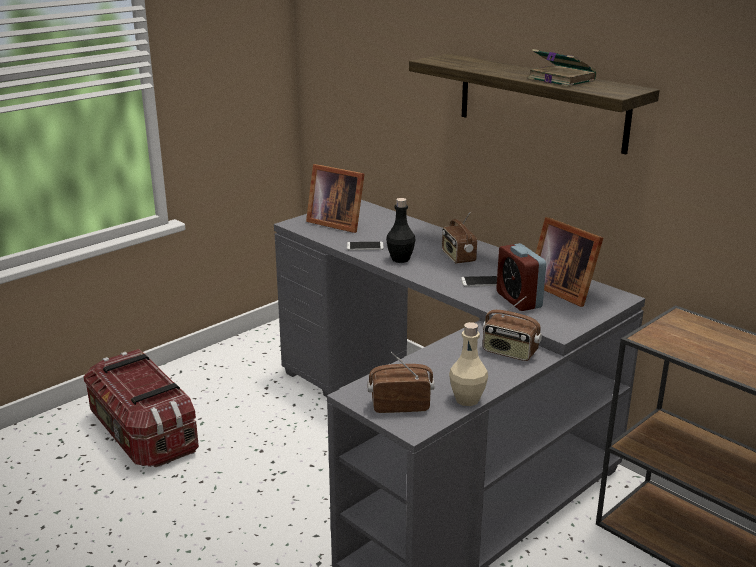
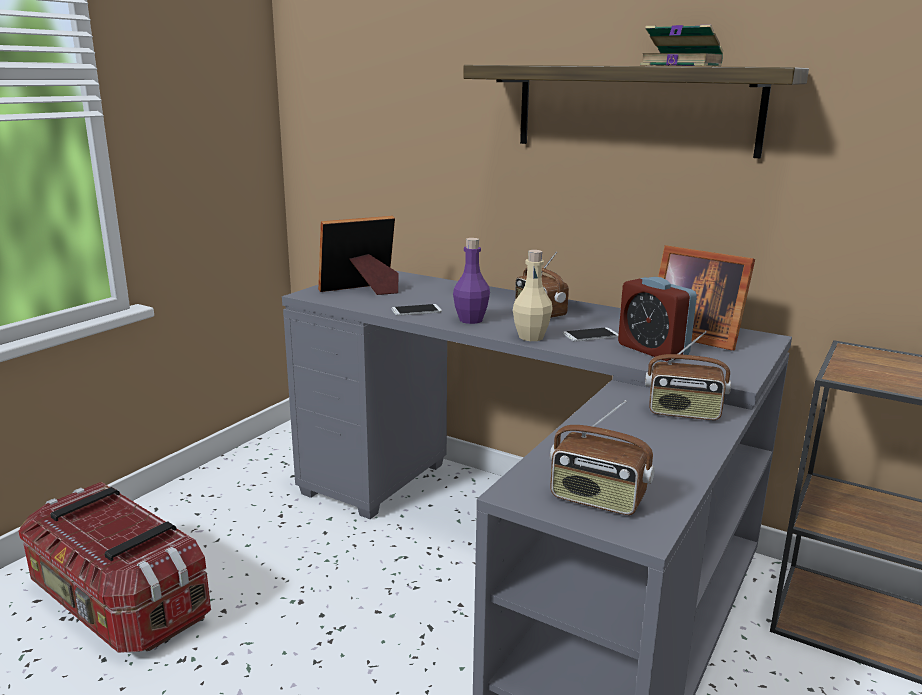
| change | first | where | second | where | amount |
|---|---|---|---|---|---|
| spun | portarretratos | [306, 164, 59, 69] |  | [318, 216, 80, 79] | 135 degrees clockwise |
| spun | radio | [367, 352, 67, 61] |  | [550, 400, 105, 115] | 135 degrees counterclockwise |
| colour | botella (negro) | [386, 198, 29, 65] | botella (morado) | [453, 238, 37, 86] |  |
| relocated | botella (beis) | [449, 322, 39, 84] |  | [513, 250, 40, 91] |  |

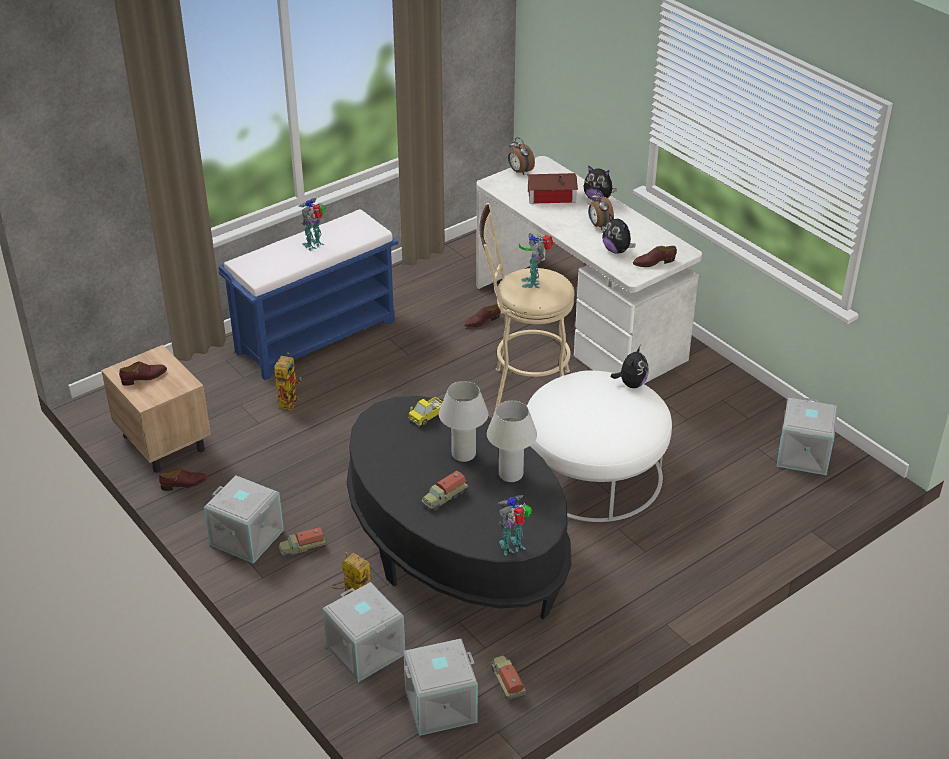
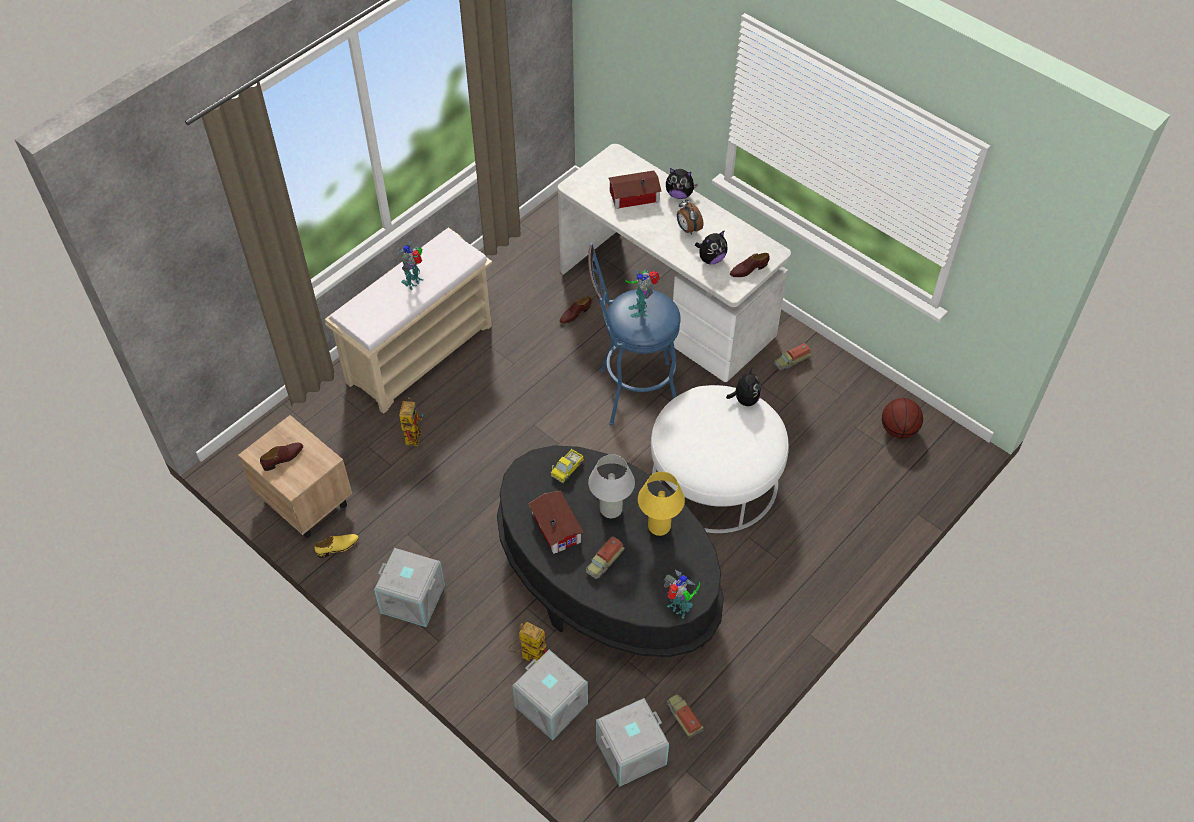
| change | first | where | second | where | amount |
|---|---|---|---|---|---|
| colour | zapato (marrón) | [159, 468, 49, 23] | zapato (amarillo) | [315, 534, 44, 24] |  |
| colour | banco (azul) | [219, 209, 179, 171] | banco (beis) | [325, 227, 167, 187] |  |
| relocated | camión de juguete | [279, 527, 48, 31] |  | [774, 343, 37, 28] |  |
| colour | taburete (beis) | [480, 203, 95, 210] | taburete (azul) | [588, 243, 93, 182] |  |
| colour | lámpara de mesa (blanco) | [487, 401, 50, 81] | lámpara de mesa (amarillo) | [638, 472, 47, 64] |  |
| spun | robot de juguete | [498, 495, 34, 61] |  | [664, 570, 36, 49] | 75 degrees clockwise |
| missing | despertador | [508, 137, 27, 38] |  |  |  |
| spun | peluche | [602, 213, 34, 40] |  | [695, 230, 32, 34] | 75 degrees counterclockwise |
| exchanged | caja de almacenaje (gris) | [776, 398, 62, 77] | balón de baloncesto | [882, 398, 41, 41] |  |
| appeared |  |  | casita | [529, 491, 55, 63] |  |

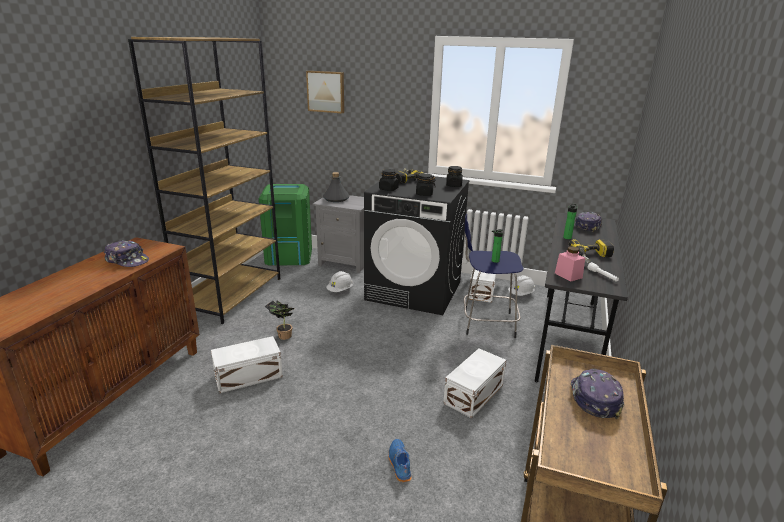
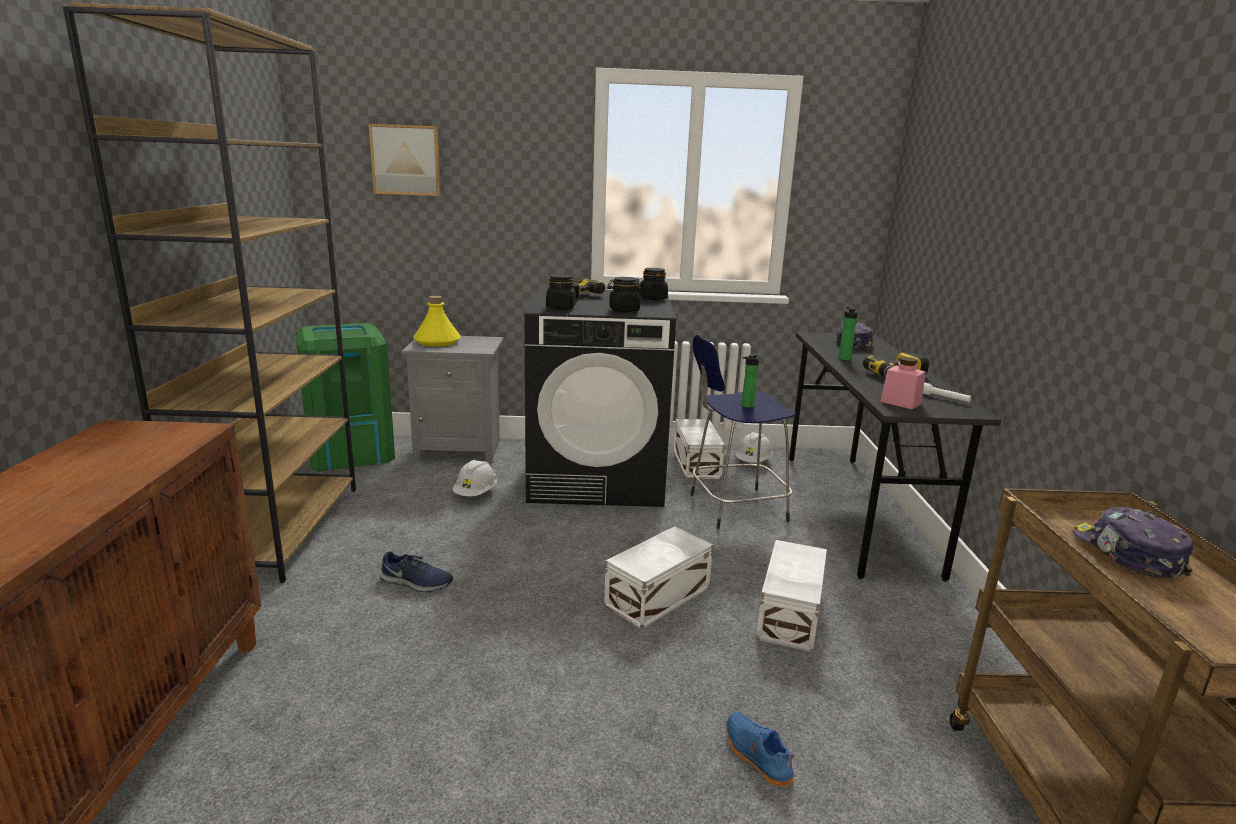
| change | first | where | second | where | amount |
|---|---|---|---|---|---|
| missing | gorra | [104, 240, 45, 27] |  |  |  |
| relocated | caja de almacenaje (blanco) | [211, 336, 72, 57] |  | [604, 526, 109, 103] |  |
| exchanged | planta en maceta | [265, 300, 30, 40] | zapato (azul) | [379, 551, 74, 41] |  |
| colour | botella (gris) | [323, 172, 27, 30] | botella (amarillo) | [413, 296, 48, 50] |  |

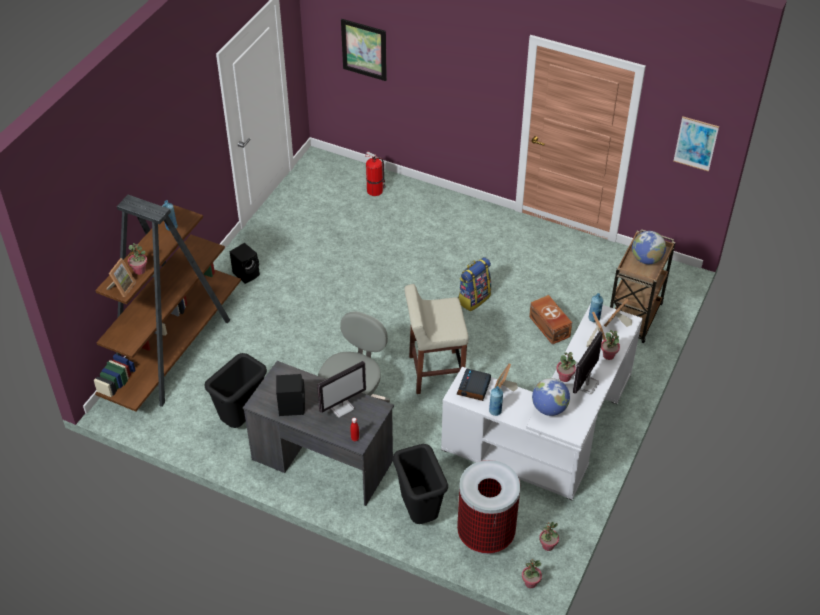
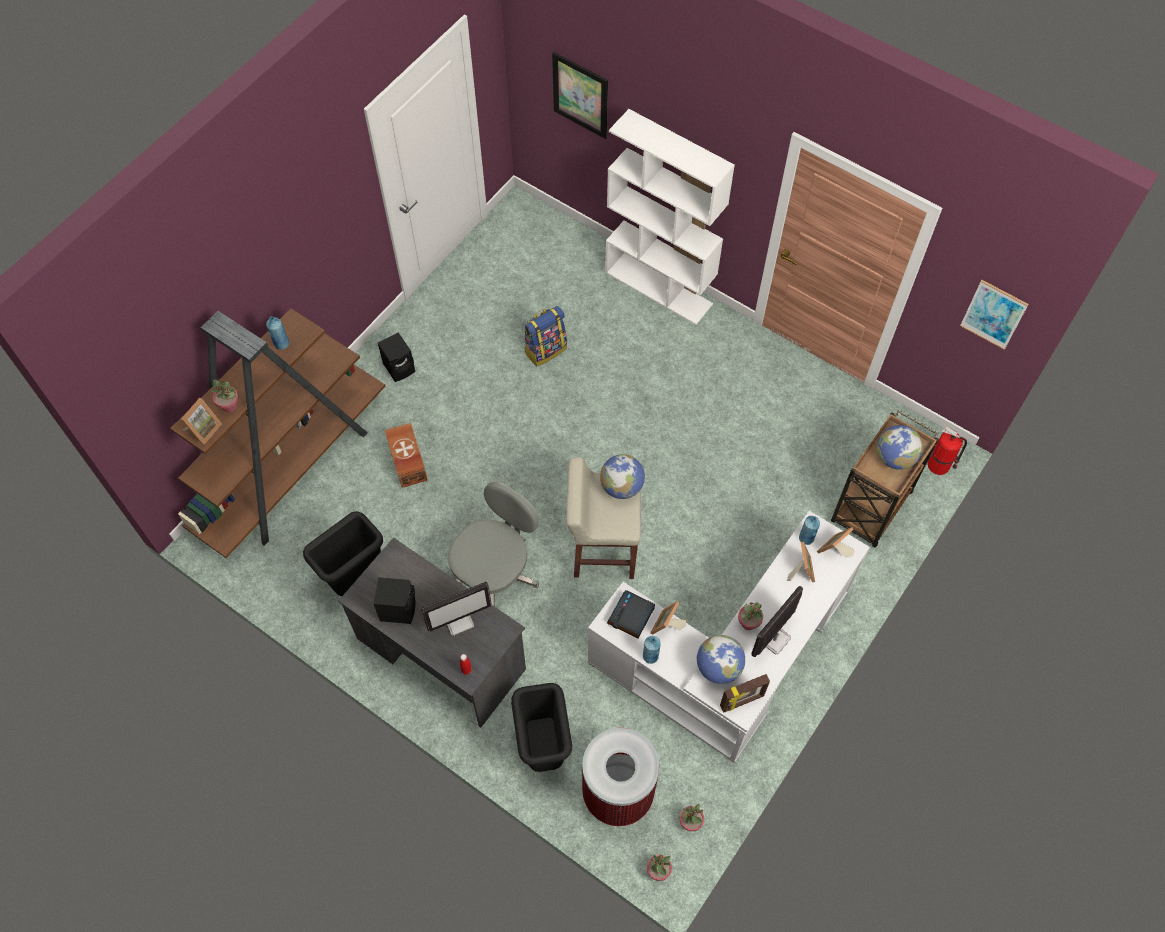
| change | first | where | second | where | amount |
|---|---|---|---|---|---|
| relocated | extintor | [365, 151, 21, 45] |  | [927, 426, 40, 49] |  |
| relocated | mochila | [458, 257, 33, 54] |  | [524, 306, 43, 60] |  |
| relocated | caja de almacenaje (marrón) | [529, 295, 43, 50] |  | [385, 423, 43, 65] |  |
| missing | planta en maceta | [601, 330, 19, 30] |  |  |  |
| appeared |  |  | globo terráqueo | [600, 454, 45, 45] |  |
| appeared |  |  | estantería (blanco) | [605, 109, 130, 216] |  |
| appeared |  |  | portarretratos | [720, 674, 50, 38] |  |

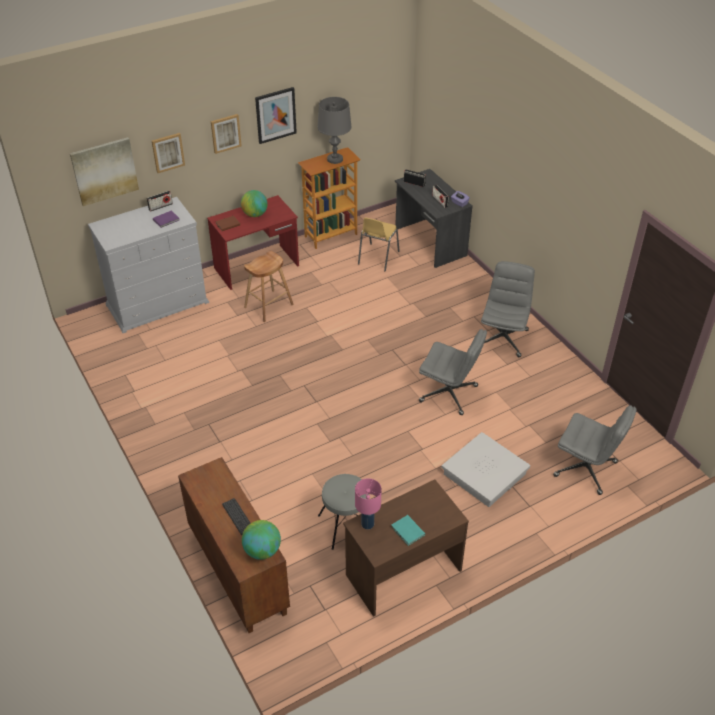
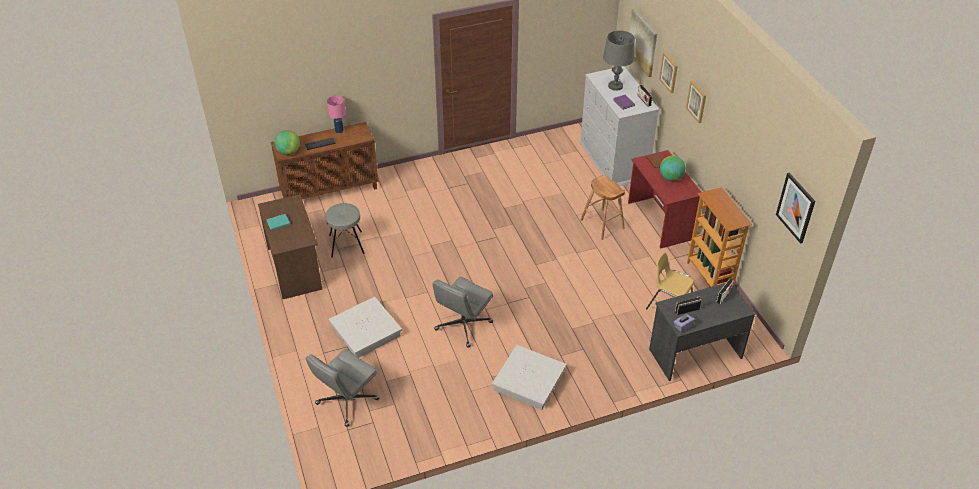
| change | first | where | second | where | amount |
|---|---|---|---|---|---|
| relocated | cuadro | [255, 87, 42, 57] |  | [776, 173, 39, 71] |  |
| relocated | lámpara de mesa (gris) | [317, 97, 35, 67] |  | [603, 30, 32, 61] |  |
| relocated | lámpara de mesa (rosa) | [355, 478, 27, 51] |  | [327, 96, 19, 37] |  |
| exchanged | silla de oficina (gris) | [481, 261, 54, 96] | caja de almacenaje (blanco) | [492, 345, 75, 65] |  |

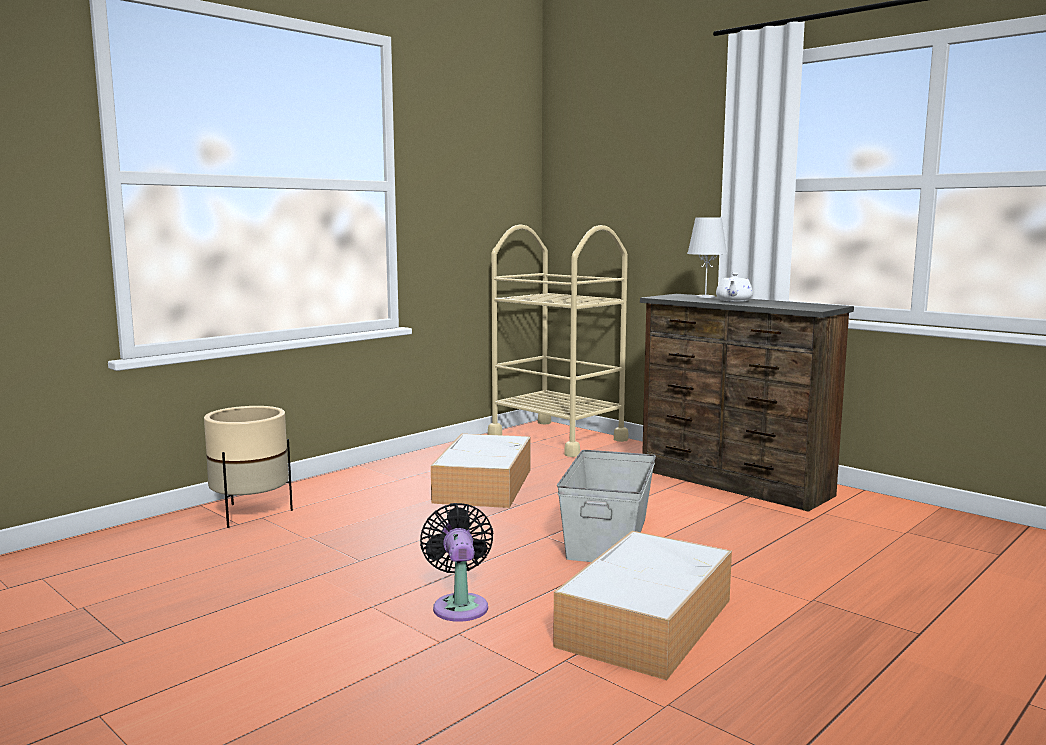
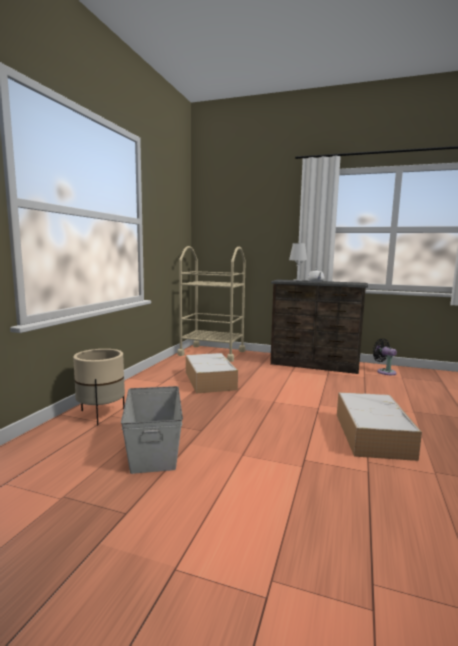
| change | first | where | second | where | amount |
|---|---|---|---|---|---|
| relocated | ventilador (negro) | [420, 503, 74, 119] |  | [373, 339, 24, 36] |  |
| relocated | caja de almacenaje (gris) | [557, 450, 99, 112] |  | [121, 386, 62, 88] |  |

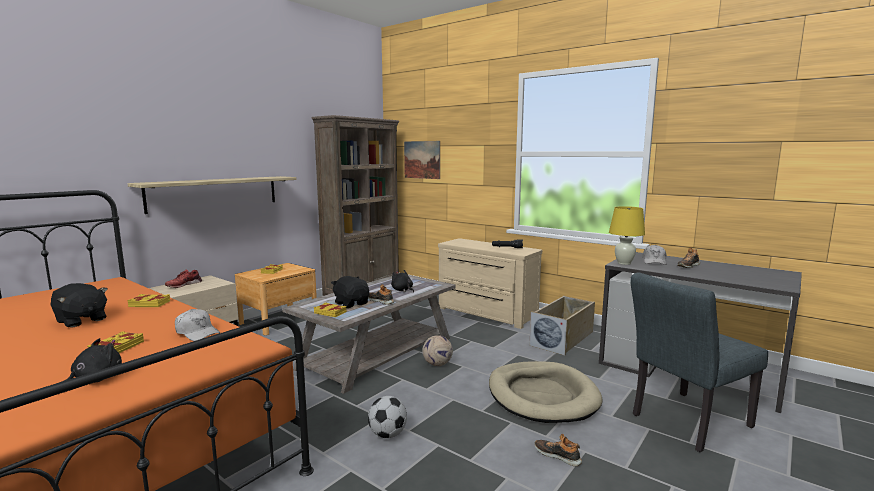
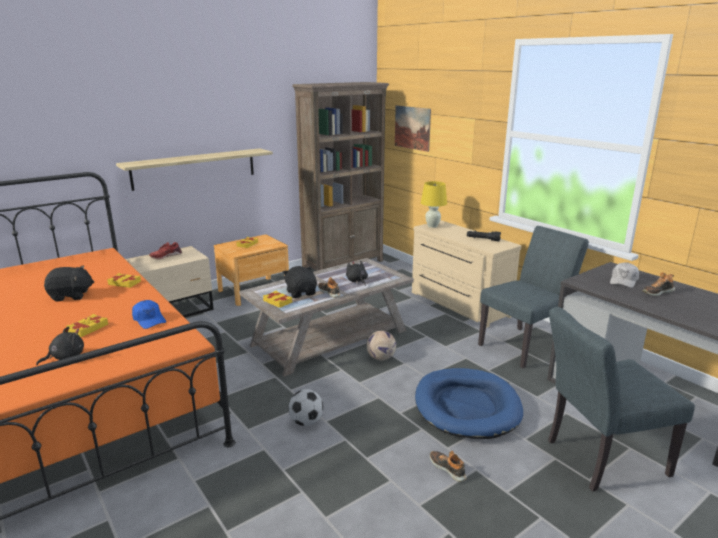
| change | first | where | second | where | amount |
|---|---|---|---|---|---|
| spun | peluche (negro) | [51, 283, 57, 44] |  | [44, 266, 50, 36] | 60 degrees counterclockwise |
| colour | gorra (blanco) | [175, 309, 45, 32] | gorra (azul) | [132, 300, 34, 29] |  |
| colour | cama para perro (beis) | [489, 361, 114, 62] | cama para perro (azul) | [415, 368, 108, 71] |  |
| exchanged | caja de almacenaje (beis) | [529, 296, 66, 59] | silla (gris) | [478, 226, 111, 142] |  |
| relocated | lámpara de mesa (amarillo) | [609, 206, 36, 59] |  | [421, 181, 26, 47] |  |

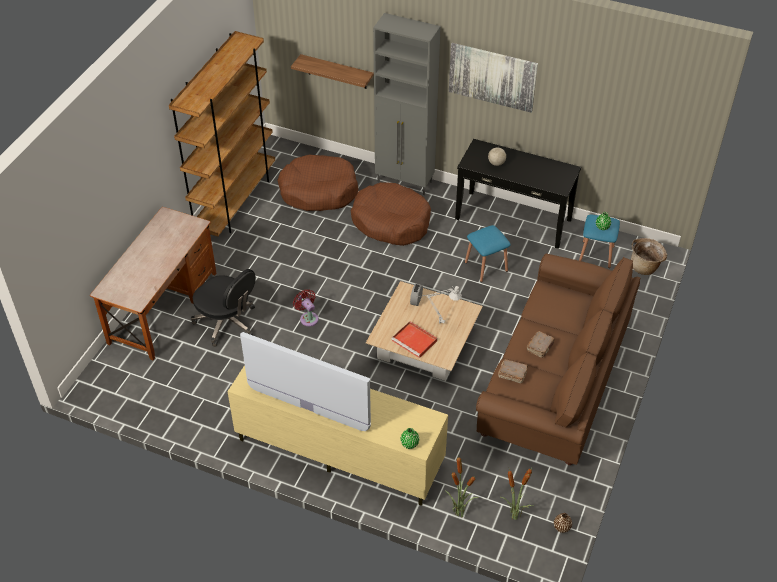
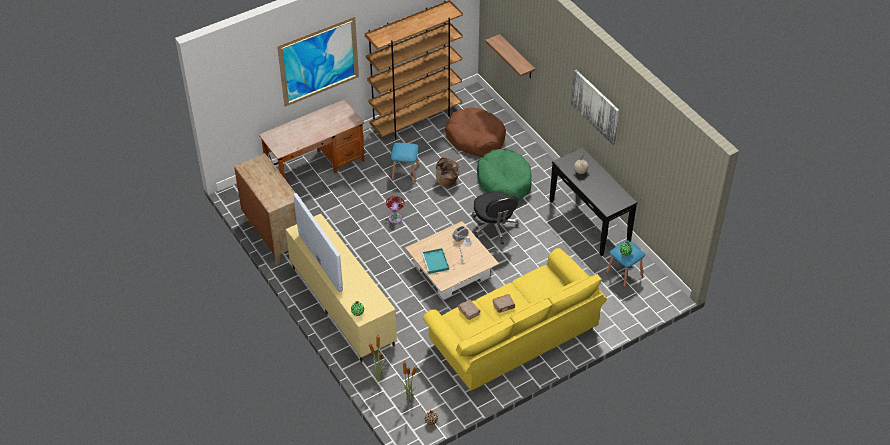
| change | first | where | second | where | amount |
|---|---|---|---|---|---|
| relocated | silla de oficina (negro) | [191, 269, 65, 78] |  | [471, 192, 48, 52] |  |
| colour | cama para perro (marrón) | [351, 182, 80, 64] | cama para perro (verde) | [477, 149, 54, 52] |  |
| missing | armario (gris) | [373, 13, 68, 182] |  |  |  |
| colour | bandeja (rojo) | [392, 321, 45, 37] | bandeja (turquesa) | [421, 248, 28, 26] |  |
| relocated | taburete (azul) | [465, 225, 45, 57] |  | [391, 143, 28, 39] |  |
| colour | sofá (marrón) | [476, 253, 164, 212] | sofá (amarillo) | [423, 248, 184, 143] |  |
| relocated | cesta | [631, 238, 36, 37] |  | [435, 157, 25, 30] |  |
| appeared |  |  | cómoda (marrón) | [234, 153, 63, 112] |  |
| appeared |  |  | cuadro | [277, 16, 82, 91] |  |

